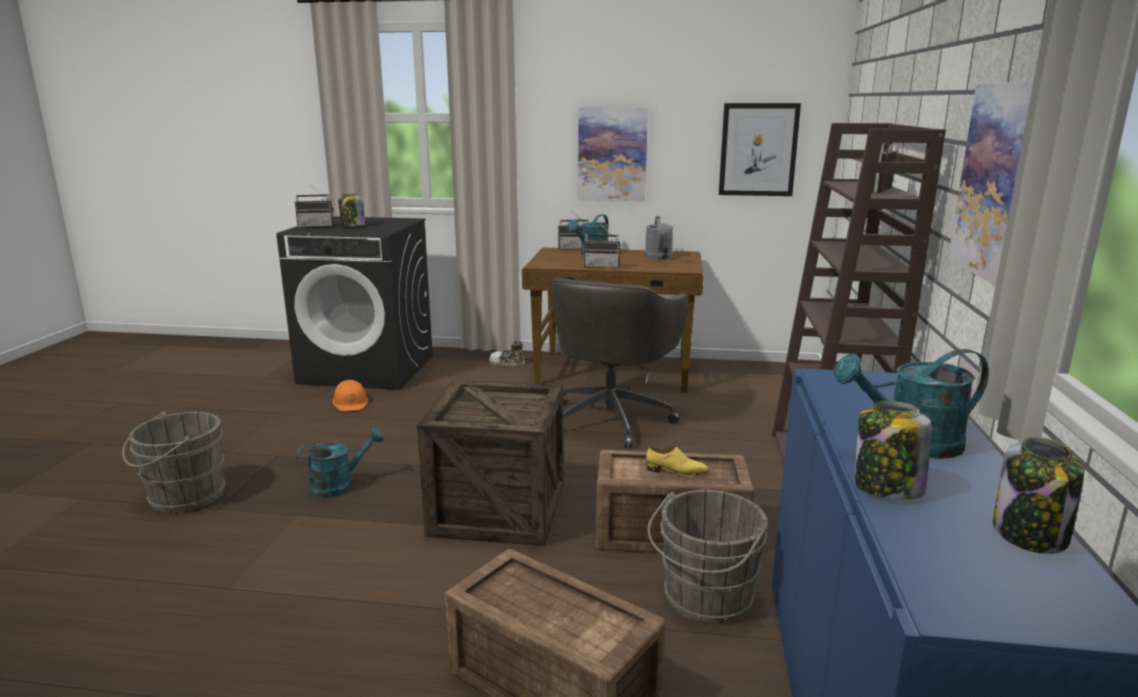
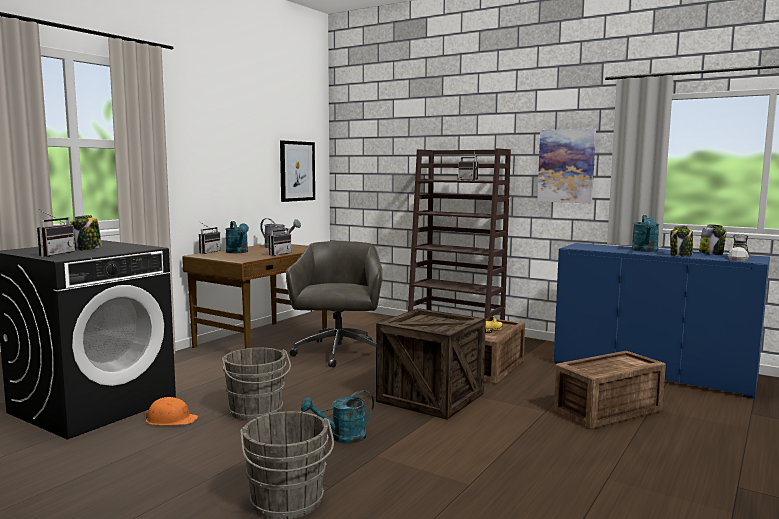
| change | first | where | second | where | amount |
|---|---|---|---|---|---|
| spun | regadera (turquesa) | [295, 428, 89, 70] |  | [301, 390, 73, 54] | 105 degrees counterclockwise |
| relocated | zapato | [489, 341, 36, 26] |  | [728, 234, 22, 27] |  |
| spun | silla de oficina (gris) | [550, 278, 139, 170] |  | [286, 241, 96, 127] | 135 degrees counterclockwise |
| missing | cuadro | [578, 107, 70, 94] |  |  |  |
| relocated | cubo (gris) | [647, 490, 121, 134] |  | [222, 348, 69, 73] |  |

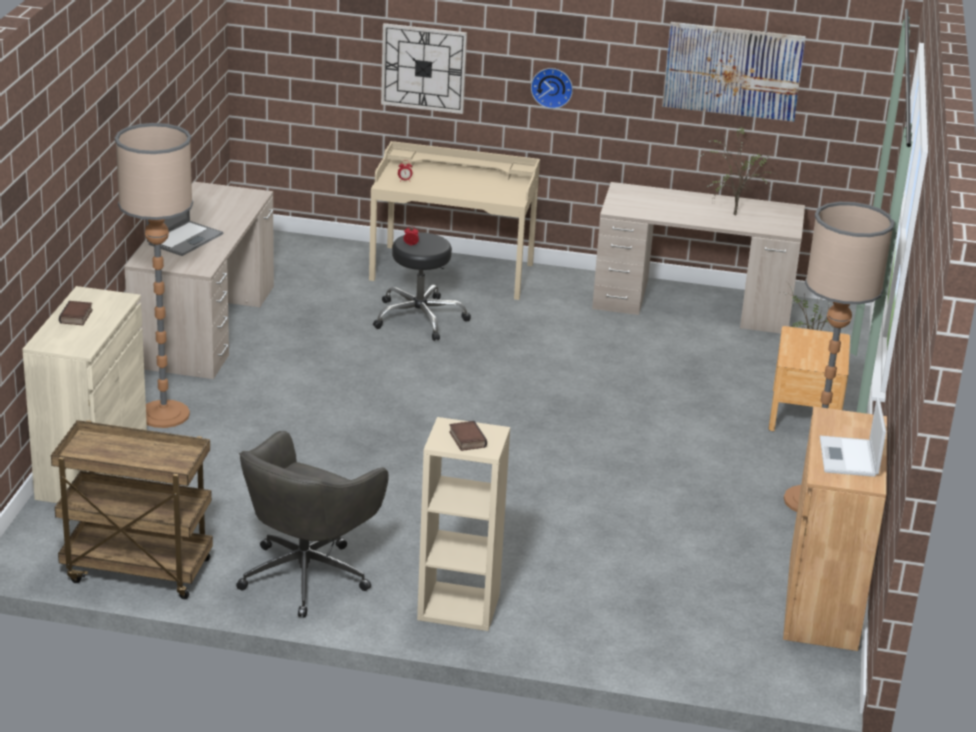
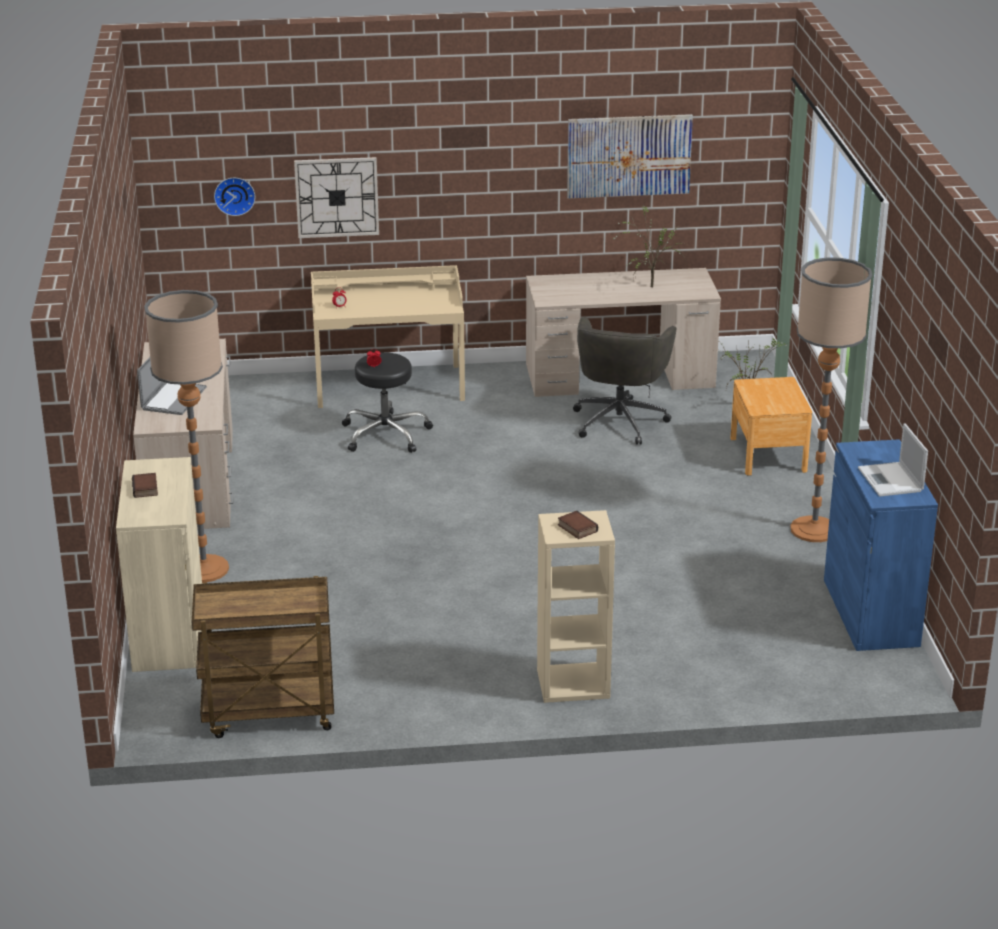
| change | first | where | second | where | amount |
|---|---|---|---|---|---|
| relocated | silla de oficina (gris) | [236, 431, 153, 187] |  | [573, 317, 103, 128] |  |
| relocated | reloj de pared | [531, 68, 42, 41] |  | [214, 178, 41, 38] |  |
| colour | armario (marrón) | [783, 406, 104, 245] | armario (azul) | [824, 439, 114, 212] |  |

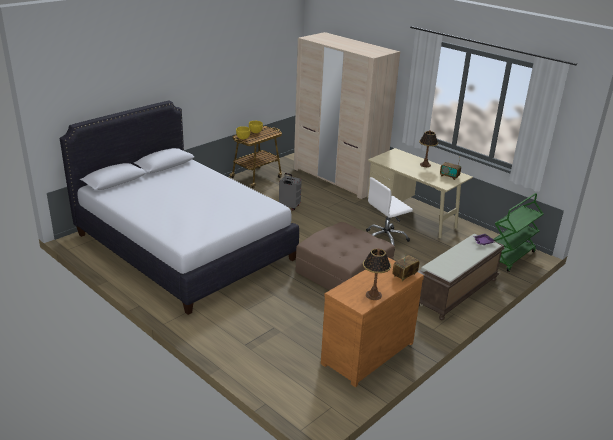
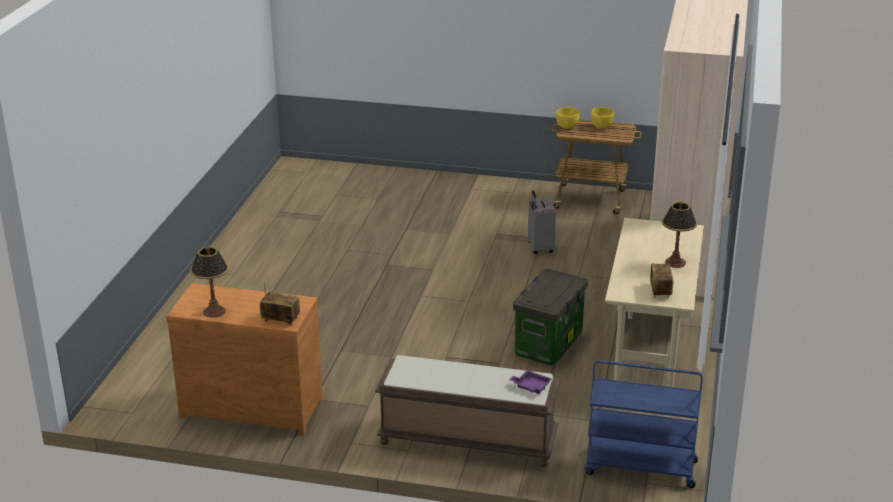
| change | first | where | second | where | amount |
|---|---|---|---|---|---|
| missing | cama (blanco) | [60, 100, 239, 215] |  |  |  |
| missing | puf (marrón) | [296, 222, 99, 68] |  |  |  |
| exchanged | silla de oficina (blanco) | [366, 177, 47, 74] | caja de almacenaje | [513, 269, 75, 97] |  |
| colour | carrito (verde) | [494, 193, 50, 79] | carrito (azul) | [585, 360, 118, 128] |  |

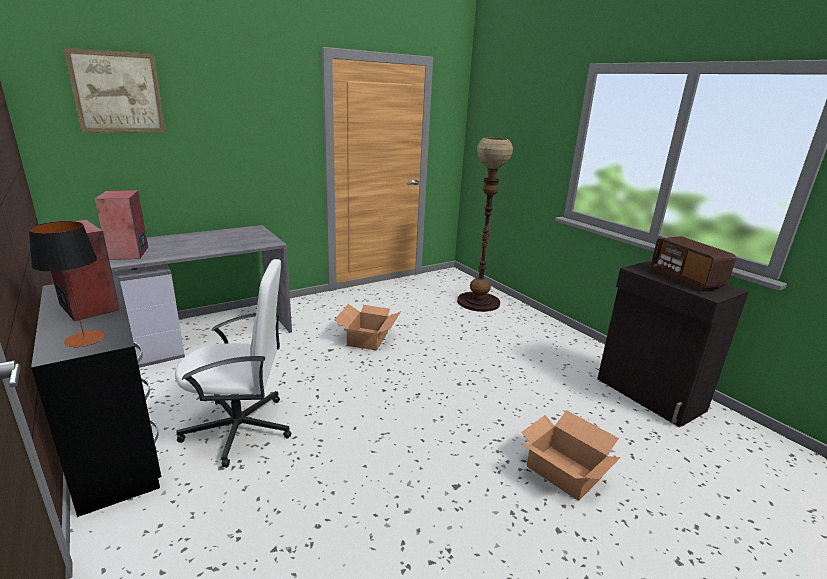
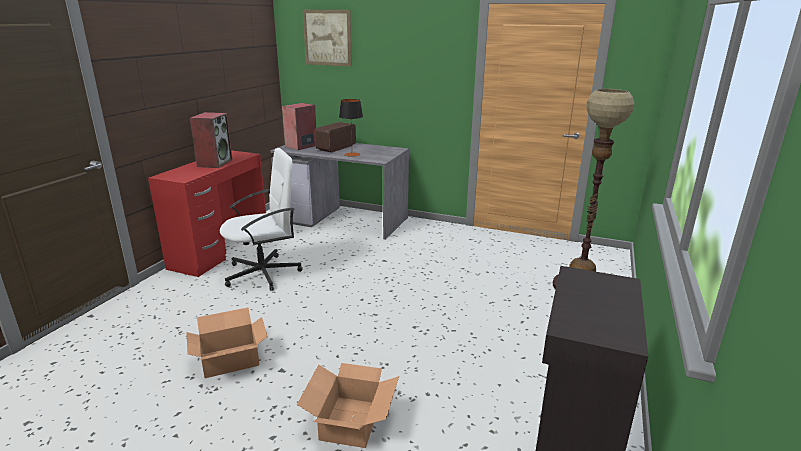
| change | first | where | second | where | amount |
|---|---|---|---|---|---|
| relocated | lámpara de mesa | [28, 221, 77, 126] |  | [339, 99, 24, 58] |  |
| colour | escritorio (negro) | [31, 275, 130, 242] | escritorio (rojo) | [148, 150, 118, 127] |  |
| spun | silla de oficina (blanco) | [175, 259, 116, 209] |  | [220, 148, 83, 143] | 75 degrees counterclockwise |
| relocated | caja de cartón | [334, 304, 67, 47] |  | [186, 308, 82, 70] |  |
| relocated | radio | [651, 236, 85, 54] |  | [315, 122, 41, 30] |  |

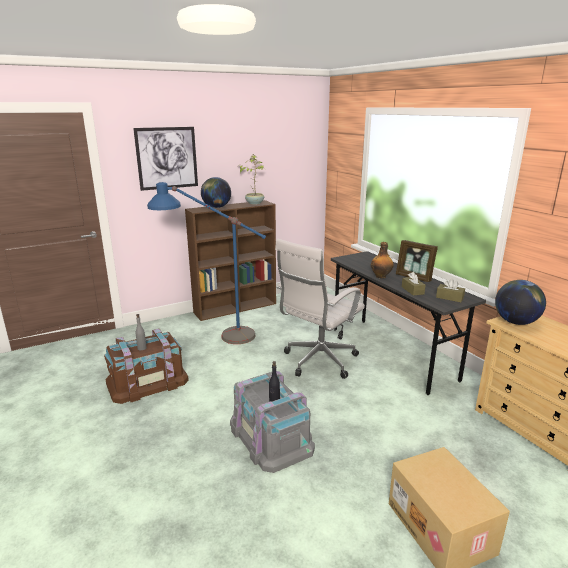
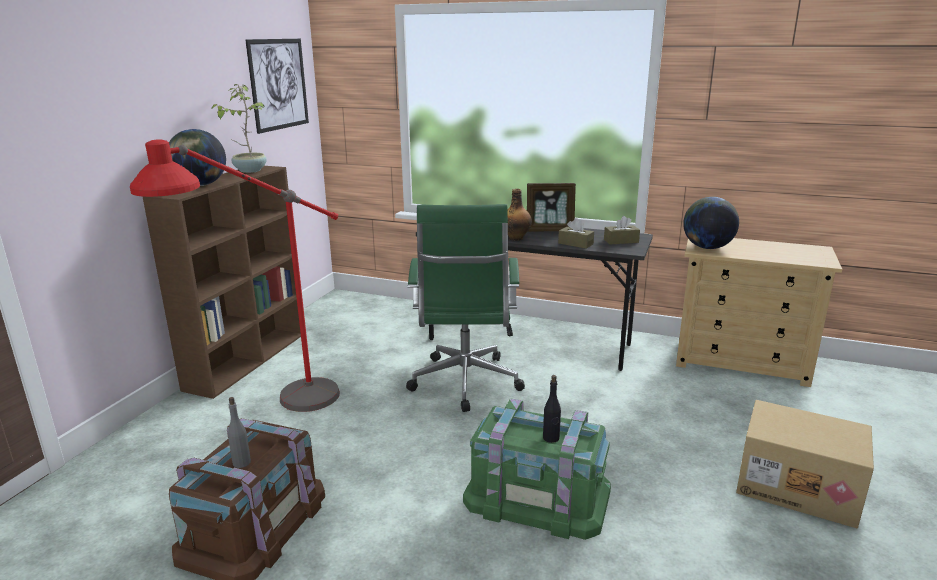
| change | first | where | second | where | amount |
|---|---|---|---|---|---|
| relocated | cuadro | [133, 127, 65, 64] |  | [245, 39, 64, 95] |  |
| colour | lámpara de pie (azul) | [147, 182, 119, 162] | lámpara de pie (rojo) | [130, 139, 210, 273] |  |
| colour | caja de almacenaje (gris) | [230, 371, 85, 102] | caja de almacenaje (verde) | [463, 399, 148, 141] |  |
| colour | silla de oficina (blanco) | [275, 239, 90, 140] | silla de oficina (verde) | [406, 204, 119, 208] |  |

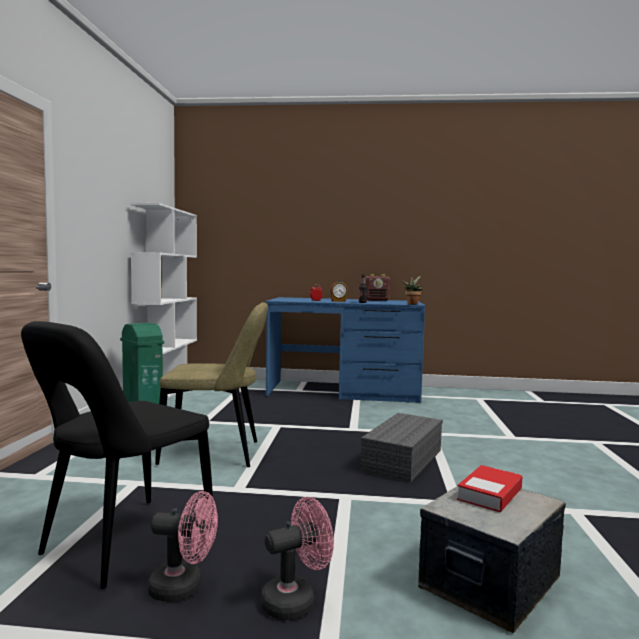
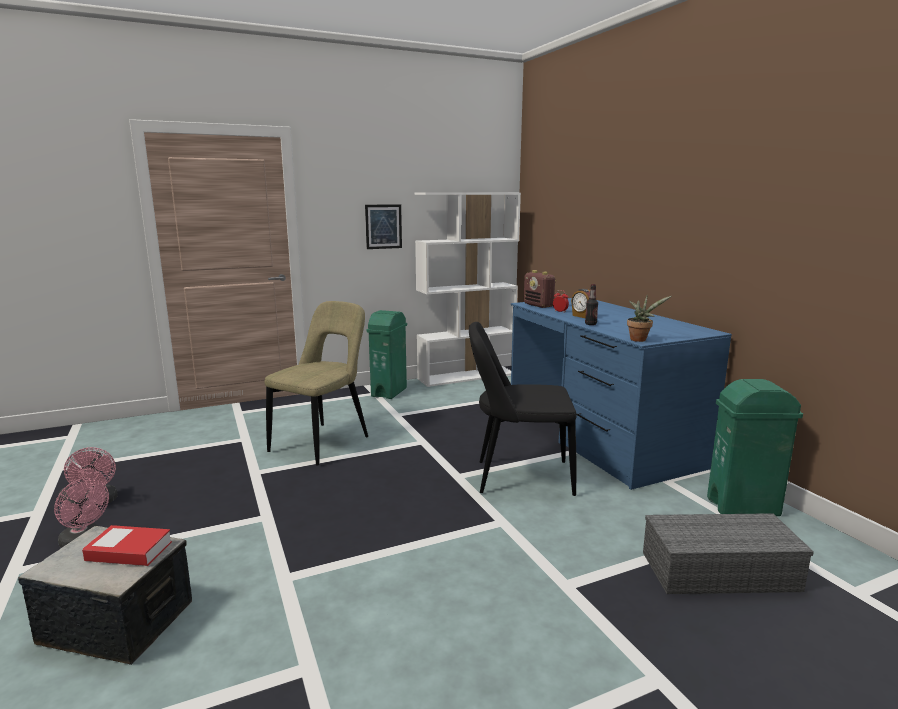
| change | first | where | second | where | amount |
|---|---|---|---|---|---|
| relocated | silla (negro) | [21, 321, 193, 268] |  | [469, 322, 108, 174] |  |
| spun | silla (beis) | [155, 302, 113, 165] |  | [265, 301, 103, 165] | 120 degrees counterclockwise |
| relocated | caja de almacenaje (gris) | [361, 413, 82, 70] |  | [643, 513, 171, 81] |  |
| relocated | radio | [365, 274, 26, 27] |  | [524, 270, 32, 38] |  |
| appeared |  |  | cuadro | [365, 204, 37, 45] |  |
| appeared |  |  | papelera (verde) | [707, 379, 96, 137] |  |

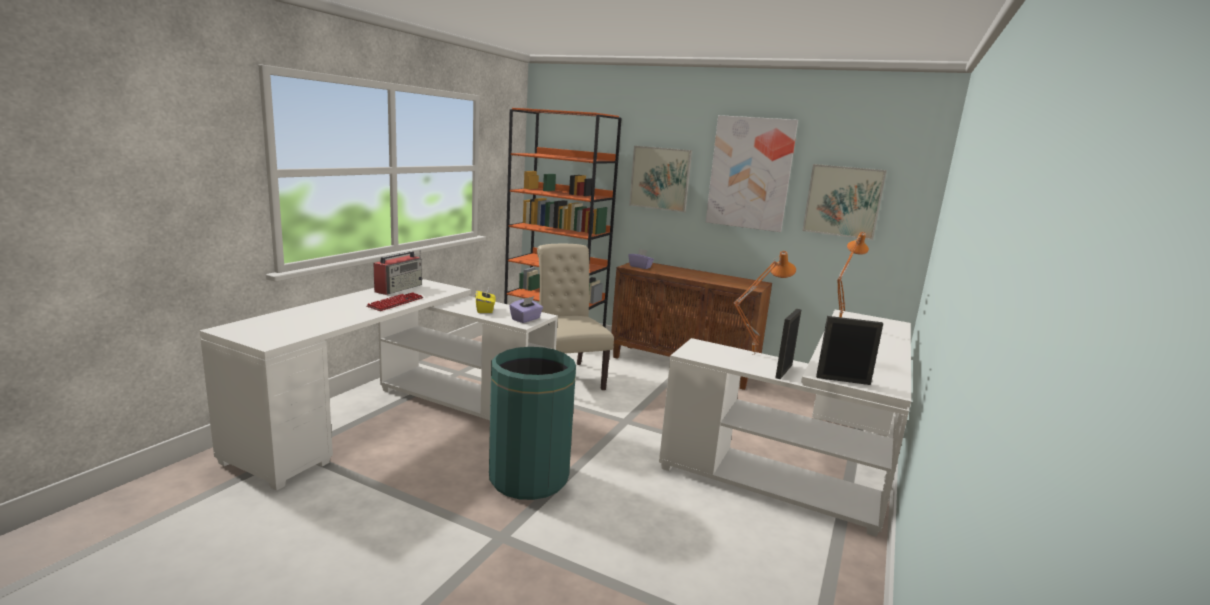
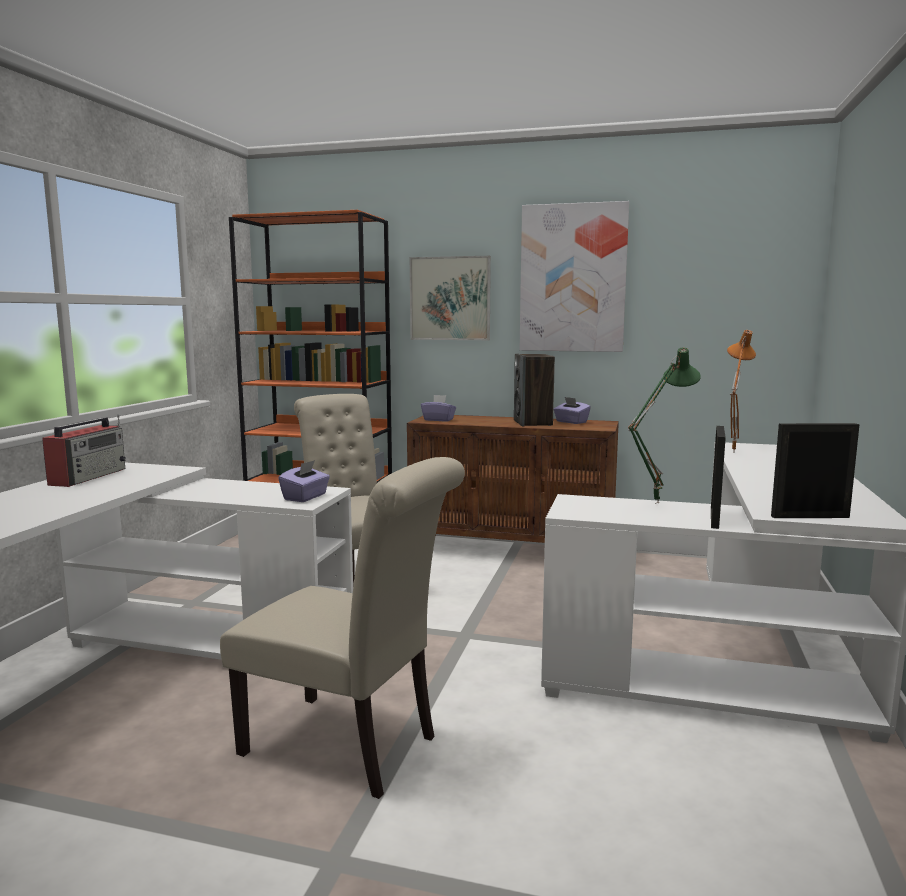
| change | first | where | second | where | amount |
|---|---|---|---|---|---|
| missing | teclado | [367, 292, 56, 19] |  |  |  |
| missing | caja de pañuelos (amarillo) | [476, 288, 20, 25] |  |  |  |
| exchanged | papelera (verde) | [489, 347, 87, 153] | silla (beis) | [220, 457, 245, 342] |  |
| colour | lámpara de mesa (naranja) | [733, 251, 63, 104] | lámpara de mesa (verde) | [628, 348, 73, 156] |  |
| missing | cuadro | [802, 164, 85, 76] |  |  |  |
| appeared |  |  | altavoz | [514, 353, 41, 73] |  |
| appeared |  |  | caja de pañuelos (morado) | [554, 397, 37, 27] |  |

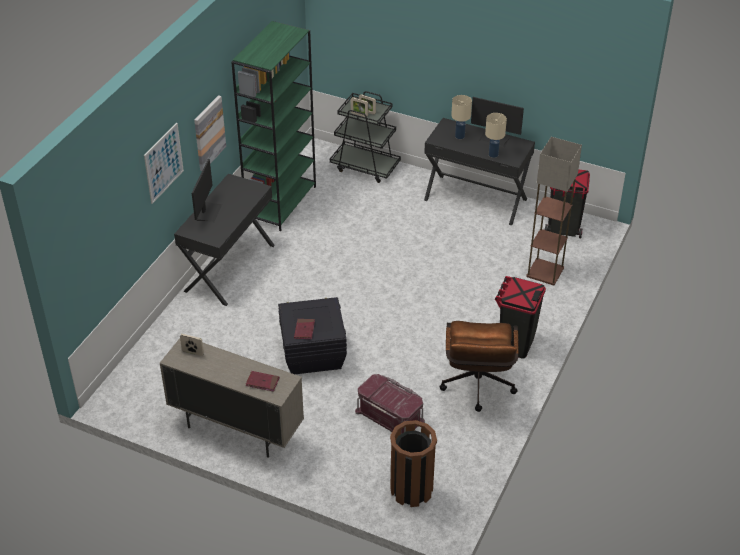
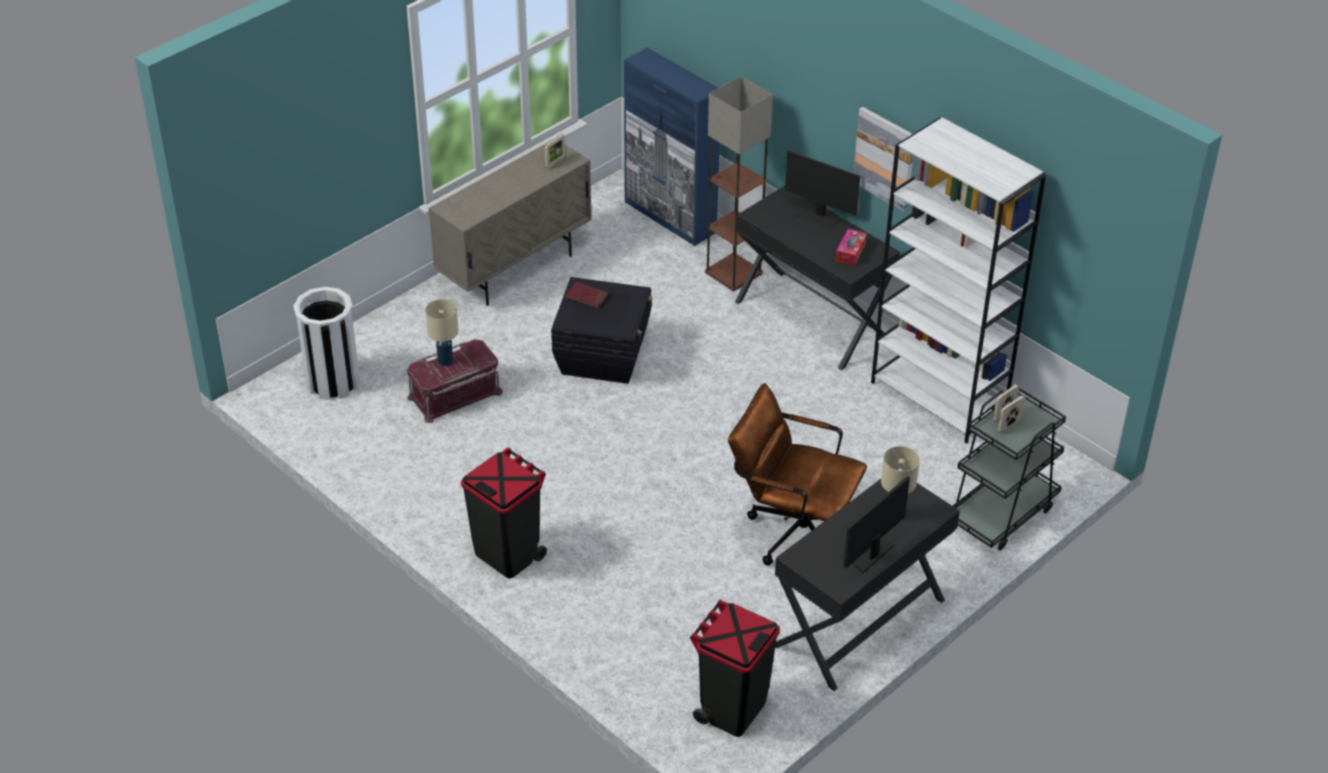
| change | first | where | second | where | amount |
|---|---|---|---|---|---|
| missing | cuadro | [144, 123, 40, 81] |  |  |  |
| colour | estantería (verde) | [231, 21, 85, 210] | estantería (blanco) | [871, 117, 175, 326] |  |
| missing | libro (rojo) | [246, 371, 33, 21] |  |  |  |
| colour | papelera (marrón) | [390, 420, 47, 87] | papelera (blanco) | [294, 287, 66, 113] |  |
| relocated | silla de oficina (marrón) | [439, 321, 80, 91] |  | [728, 383, 139, 182] |  |
| relocated | lámpara de mesa (beis) | [485, 113, 22, 45] |  | [425, 299, 33, 67] |  |
| relocated | lámpara de pie | [526, 137, 56, 148] |  | [705, 76, 68, 215] |  |
| appeared |  |  | armario (azul) | [624, 48, 96, 198] |  |
| appeared |  |  | caja de pañuelos | [836, 229, 31, 37] |  |

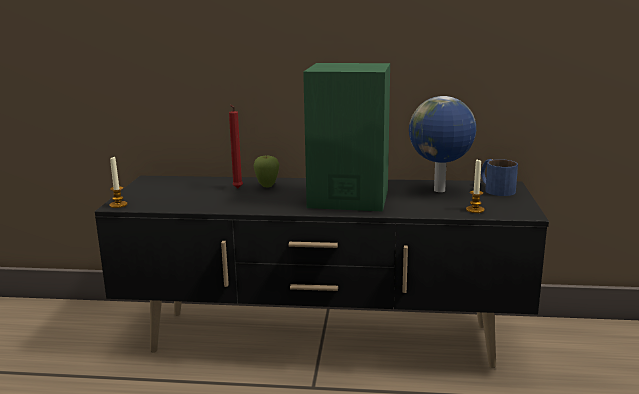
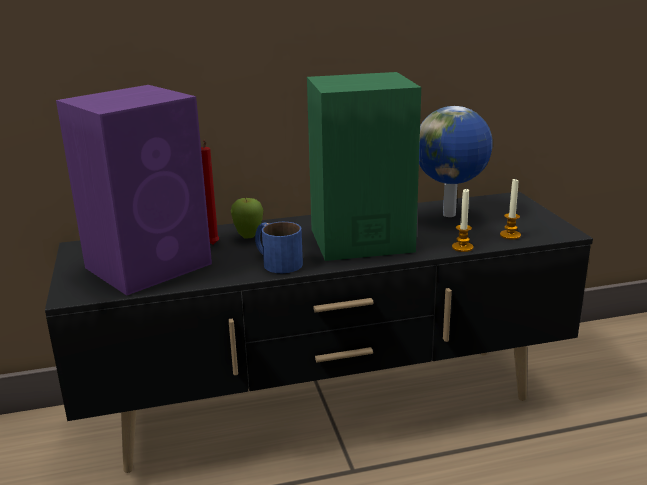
| change | first | where | second | where | amount |
|---|---|---|---|---|---|
| relocated | vela | [110, 156, 17, 52] |  | [452, 189, 21, 63] |  |
| relocated | taza grande (azul) | [481, 159, 37, 37] |  | [255, 222, 48, 51] |  |
| appeared |  |  | altavoz (morado) | [56, 85, 156, 210] |  |

